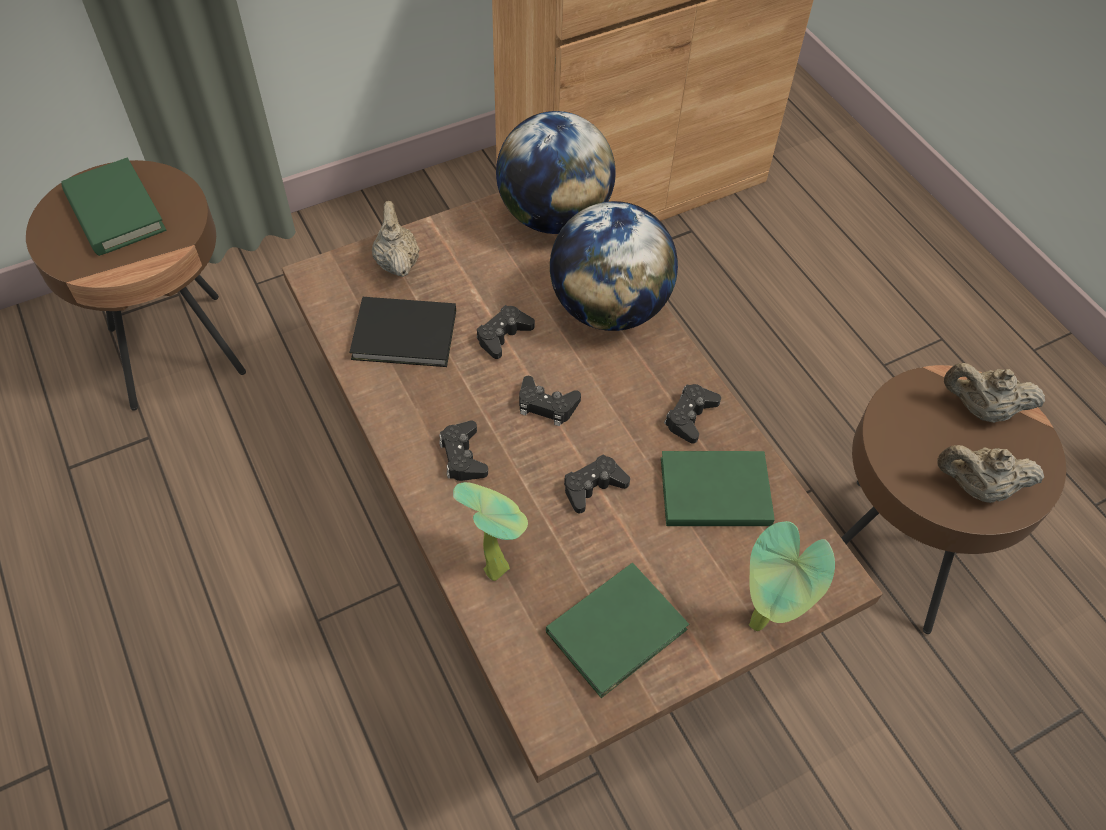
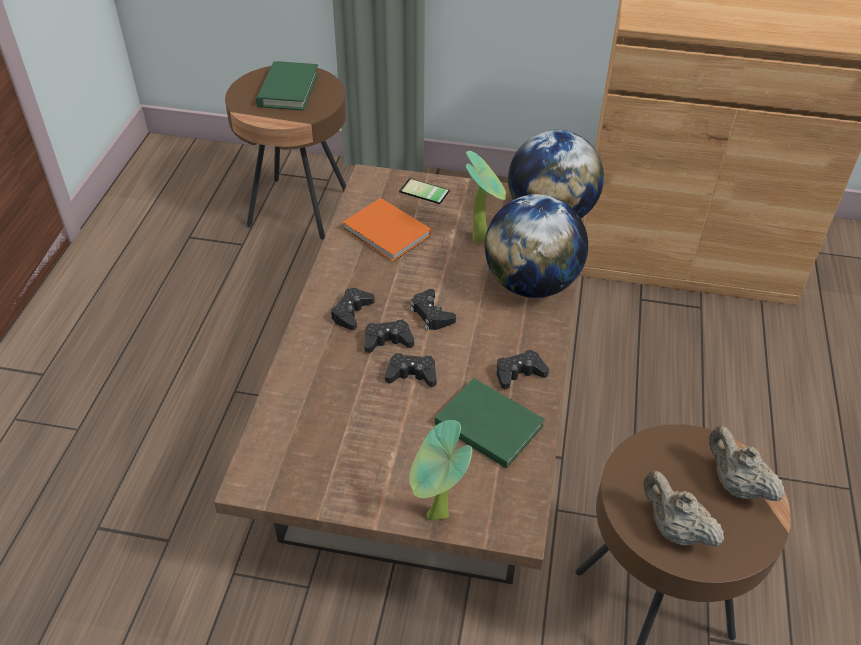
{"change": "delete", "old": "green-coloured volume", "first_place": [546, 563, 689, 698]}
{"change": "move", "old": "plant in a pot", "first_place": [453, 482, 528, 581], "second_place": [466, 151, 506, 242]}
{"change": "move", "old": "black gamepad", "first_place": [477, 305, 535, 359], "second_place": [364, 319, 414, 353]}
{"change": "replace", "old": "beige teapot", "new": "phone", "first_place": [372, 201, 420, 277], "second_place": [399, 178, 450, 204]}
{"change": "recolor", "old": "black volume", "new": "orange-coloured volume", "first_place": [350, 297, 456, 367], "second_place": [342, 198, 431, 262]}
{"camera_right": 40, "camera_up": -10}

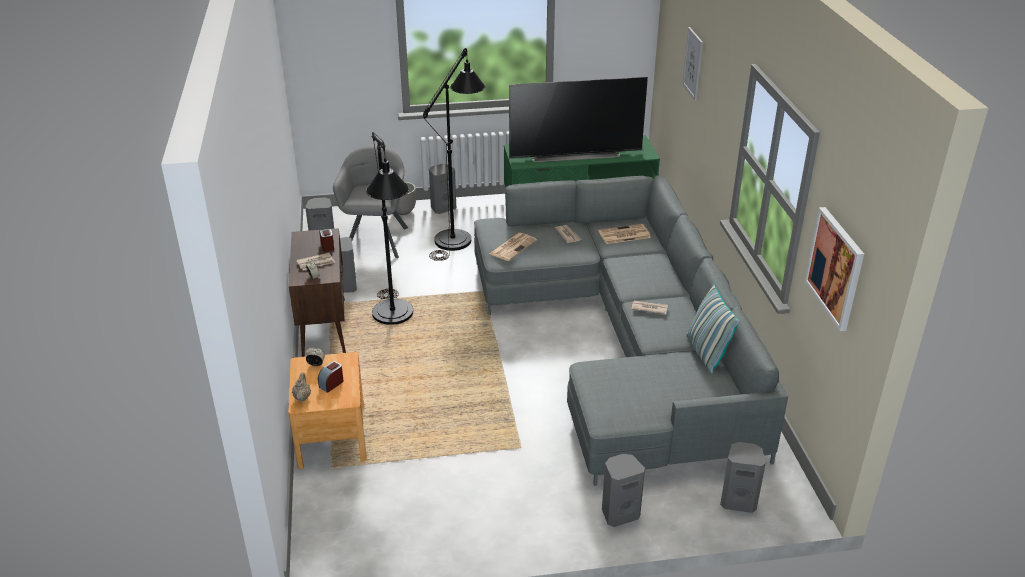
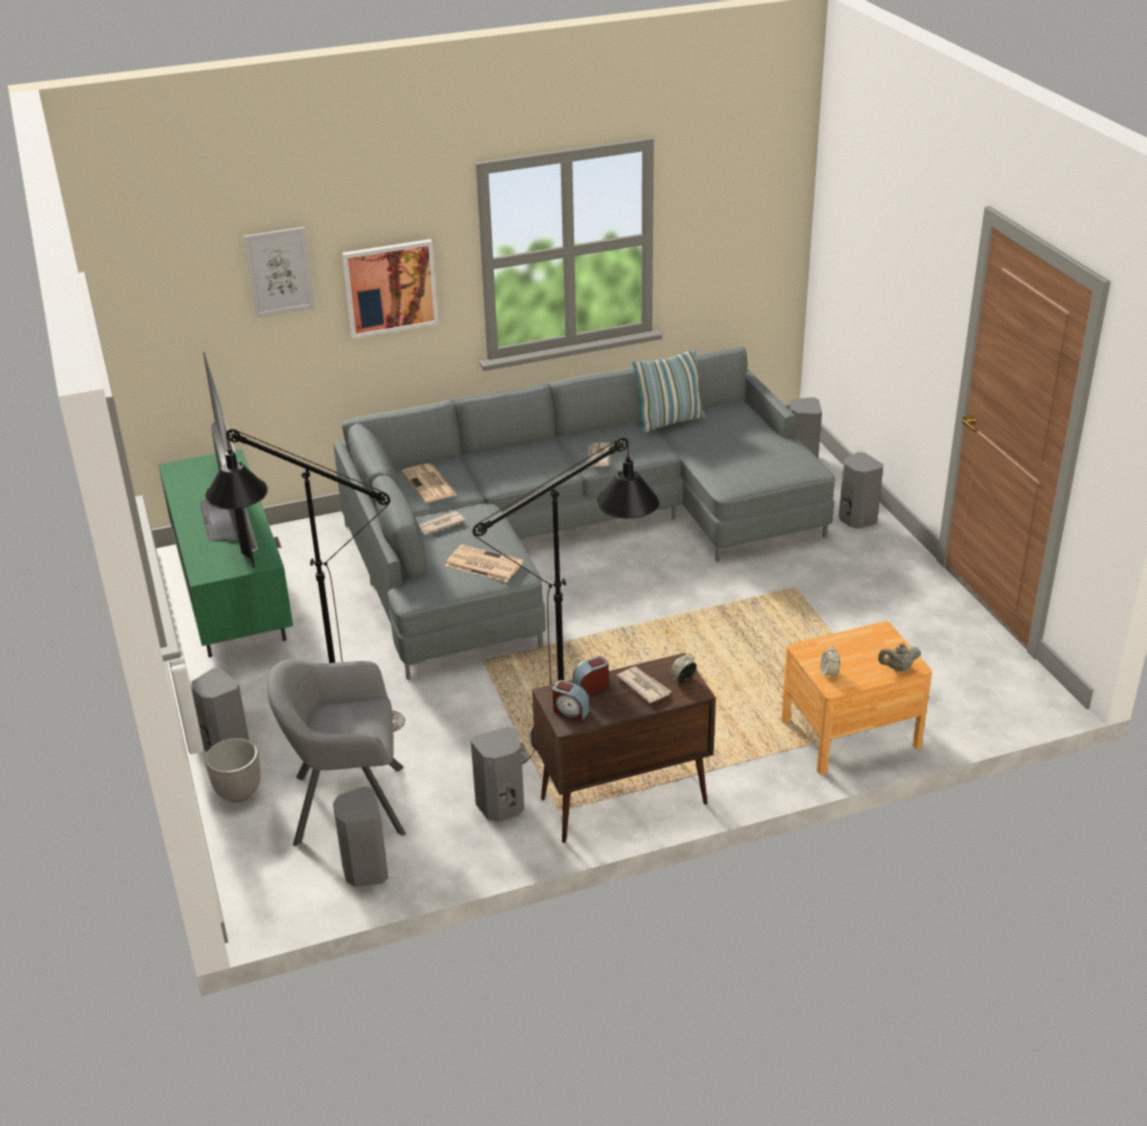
{"change": "move", "old": "bedside clock", "first_place": [318, 361, 344, 393], "second_place": [552, 680, 590, 721]}
{"change": "move", "old": "wall picture", "first_place": [805, 207, 864, 331], "second_place": [342, 239, 439, 339]}
{"camera_right": -100, "camera_up": 0}

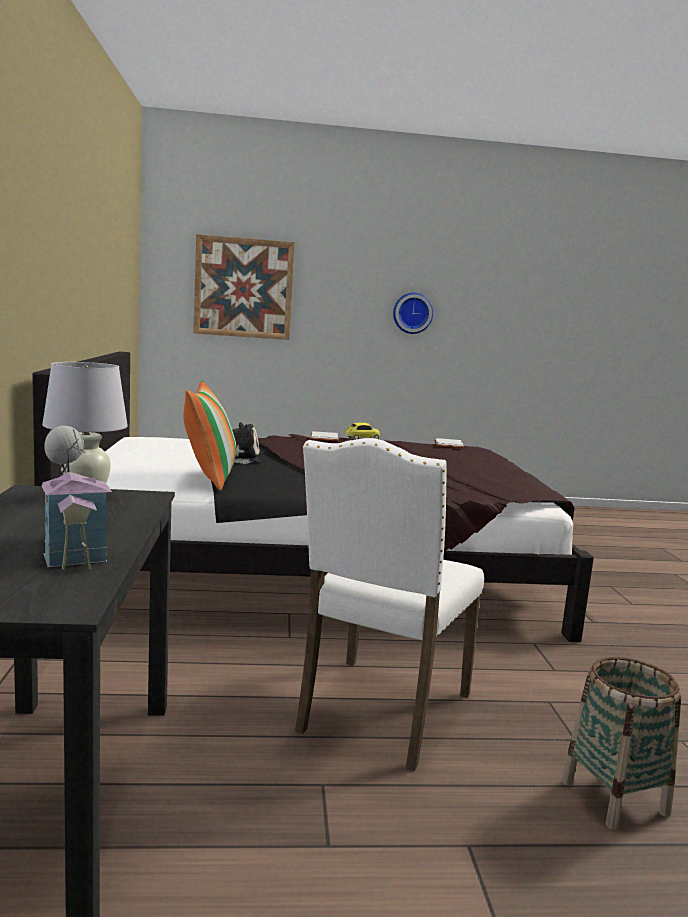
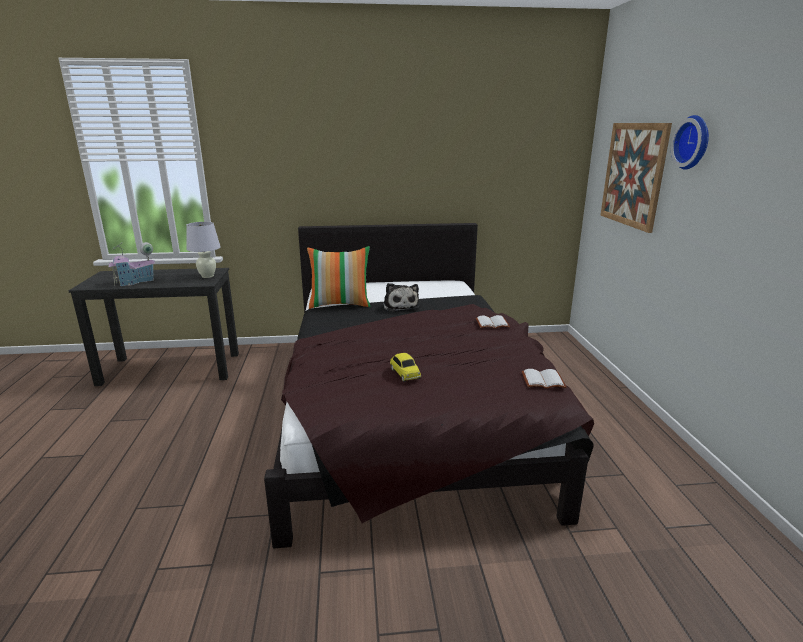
{"change": "delete", "old": "white chair", "first_place": [295, 438, 484, 771]}
{"change": "delete", "old": "basket", "first_place": [562, 657, 681, 830]}
{"change": "move", "old": "miniature car", "first_place": [344, 423, 380, 440], "second_place": [390, 353, 421, 382]}
{"change": "move", "old": "hanging clock", "first_place": [393, 293, 433, 334], "second_place": [671, 115, 709, 169]}
{"camera_right": 90, "camera_up": 10}

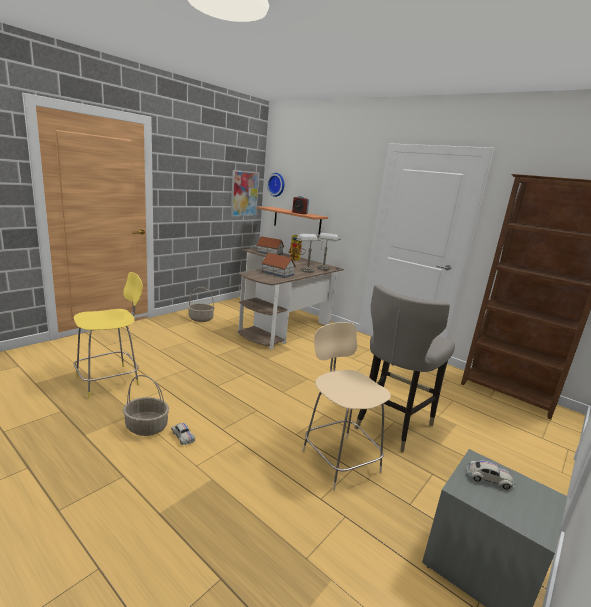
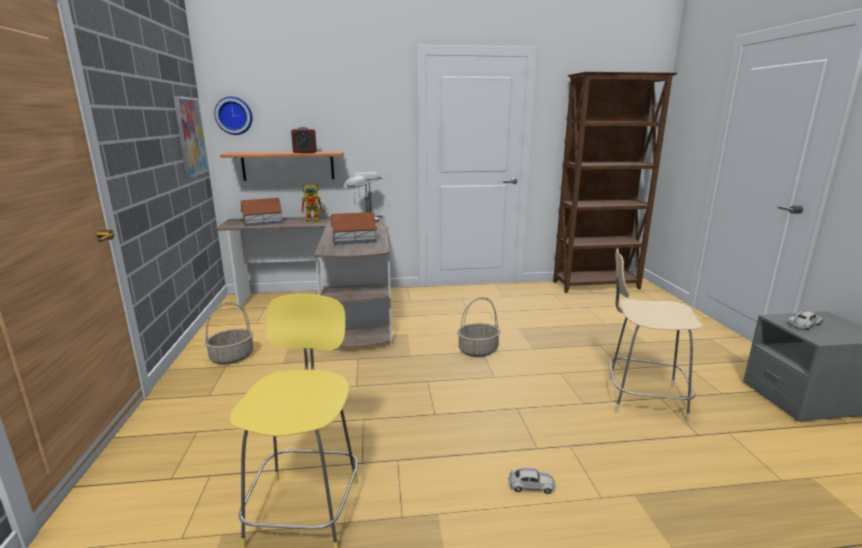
{"change": "delete", "old": "gray stool seat", "first_place": [354, 285, 455, 452]}
{"change": "move", "old": "basket", "first_place": [123, 375, 169, 436], "second_place": [457, 297, 500, 357]}
{"camera_right": -45, "camera_up": 0}

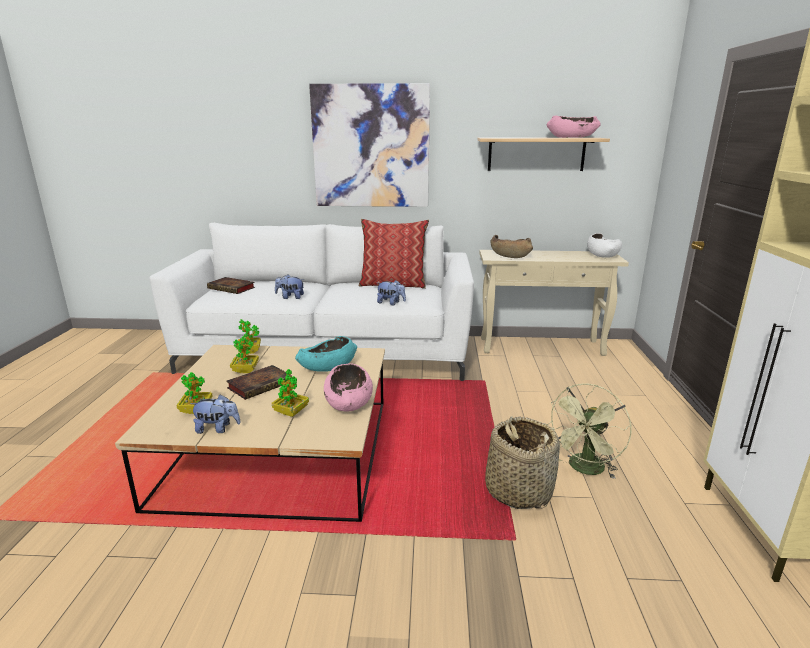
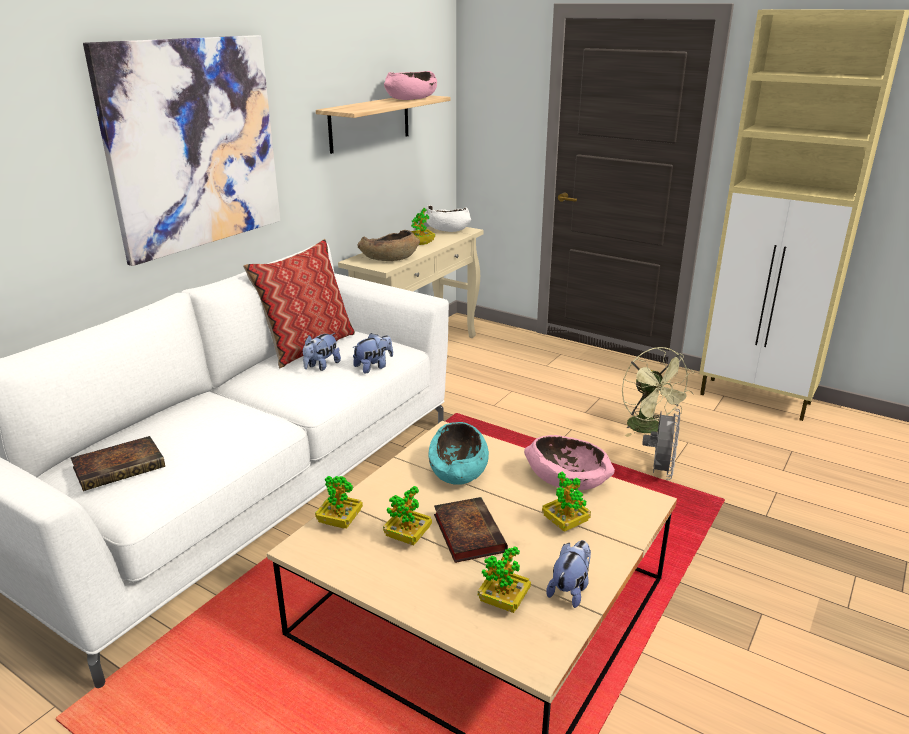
{"change": "insert", "new": "plant in a pot", "second_place": [411, 208, 435, 245]}
{"change": "move", "old": "cuddly toy", "first_place": [275, 274, 304, 299], "second_place": [303, 333, 341, 371]}
{"change": "replace", "old": "basket", "new": "gray cooling fan", "first_place": [485, 416, 560, 509], "second_place": [642, 408, 680, 480]}
{"camera_right": -60, "camera_up": 5}

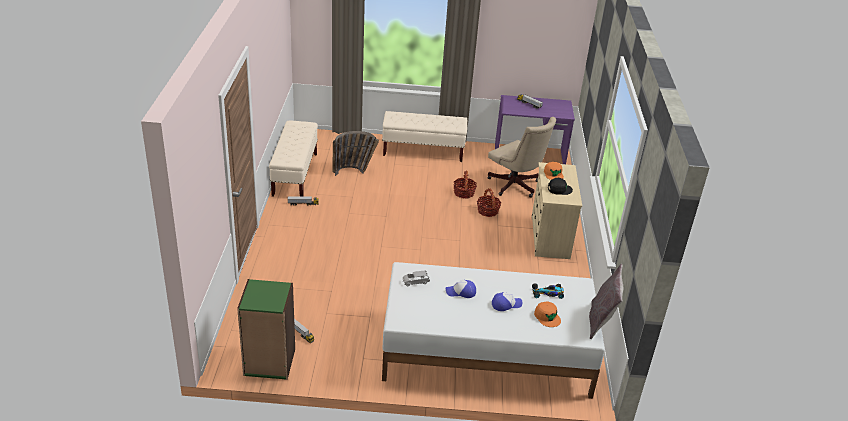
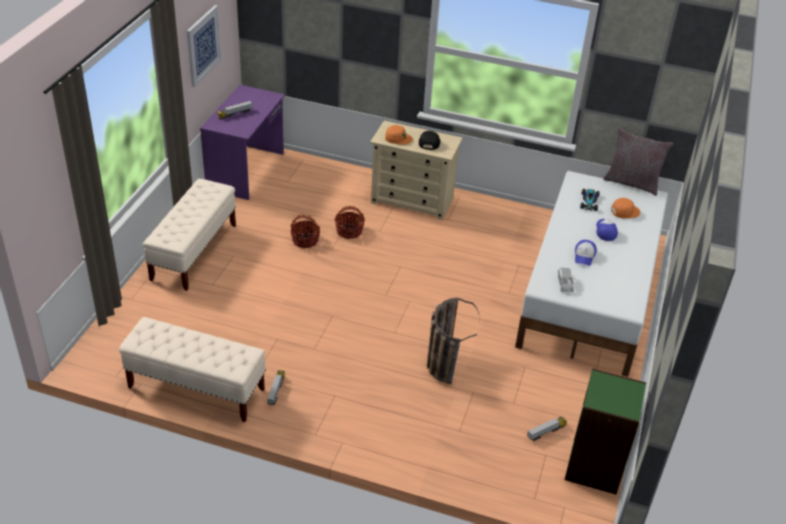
{"change": "delete", "old": "beige desk chair", "first_place": [488, 117, 556, 198]}
{"change": "insert", "new": "wall picture", "second_place": [187, 5, 221, 87]}
{"change": "move", "old": "basket", "first_place": [332, 131, 379, 176], "second_place": [427, 298, 479, 384]}
{"camera_right": -75, "camera_up": 5}

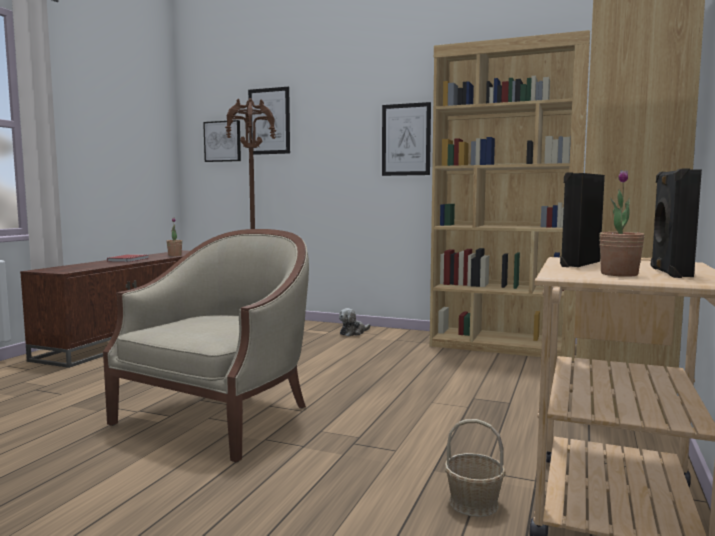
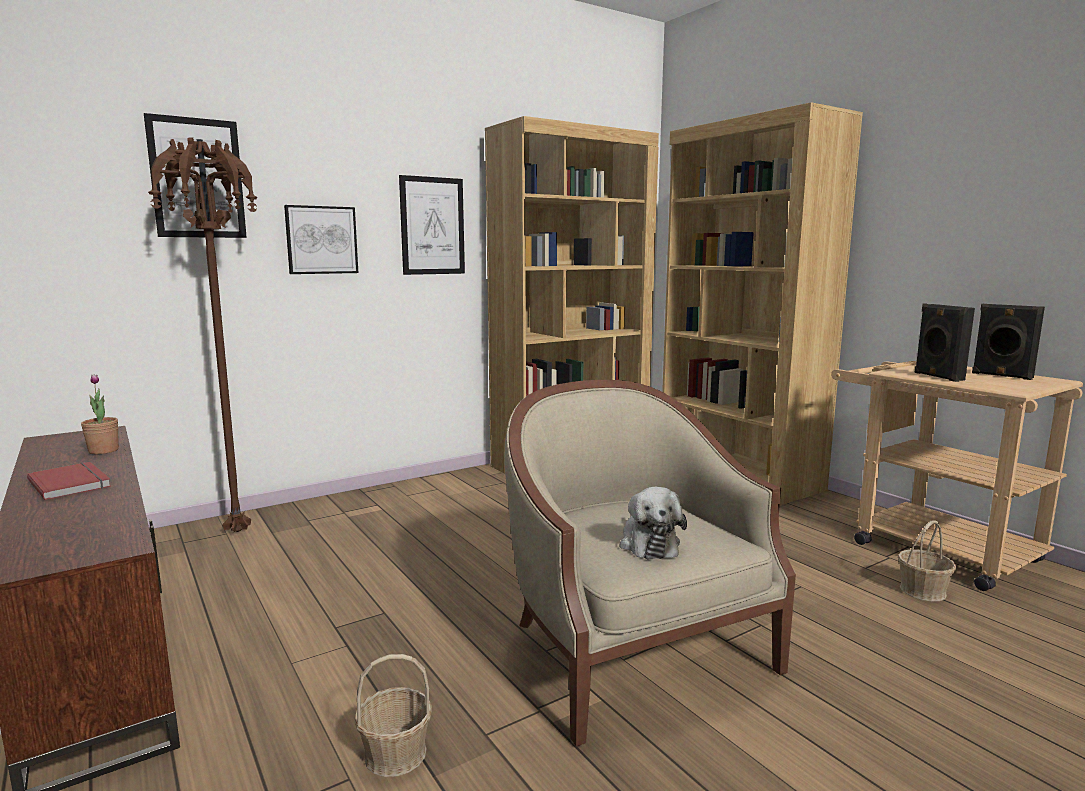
{"change": "delete", "old": "plant in a pot", "first_place": [599, 170, 644, 277]}
{"change": "insert", "new": "basket", "second_place": [354, 654, 432, 777]}
{"change": "move", "old": "wall picture", "first_place": [203, 120, 241, 162], "second_place": [284, 205, 358, 274]}
{"change": "move", "old": "cuddly toy", "first_place": [339, 308, 370, 336], "second_place": [619, 487, 687, 559]}
{"camera_right": -55, "camera_up": 5}

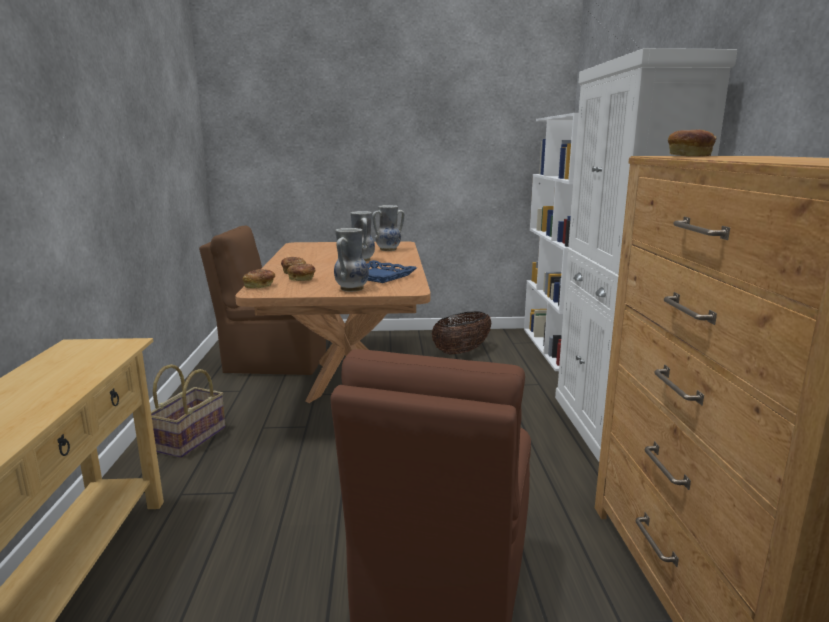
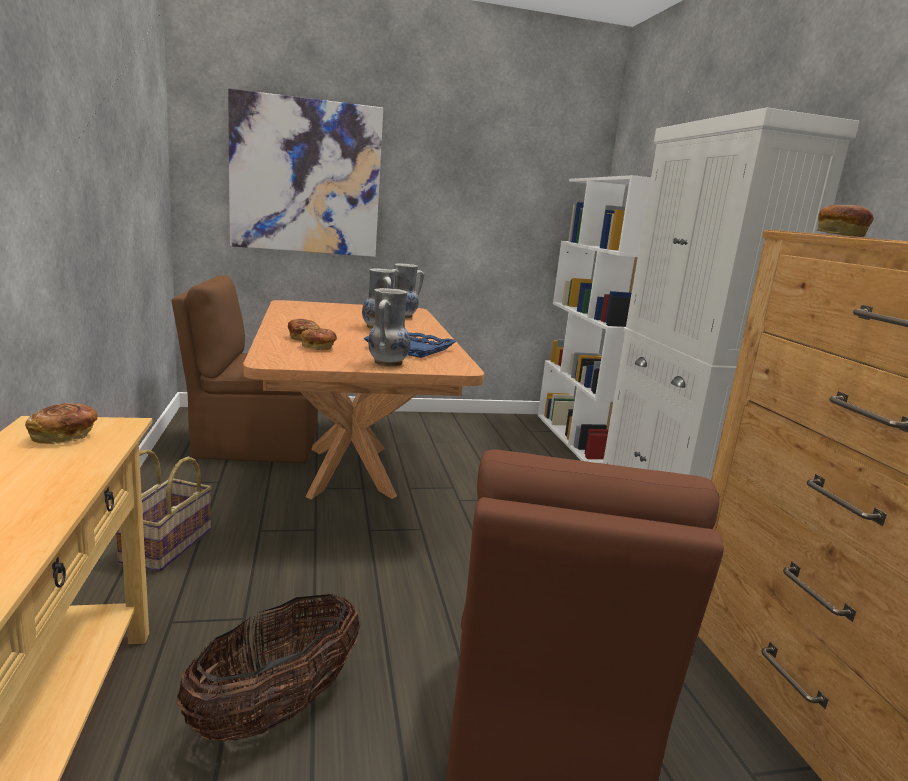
{"change": "insert", "new": "wall picture", "second_place": [228, 88, 383, 257]}
{"change": "move", "old": "bakery bread", "first_place": [243, 269, 275, 289], "second_place": [25, 403, 98, 444]}
{"change": "move", "old": "basket", "first_place": [432, 311, 492, 355], "second_place": [177, 594, 360, 741]}
{"camera_right": -10, "camera_up": 0}

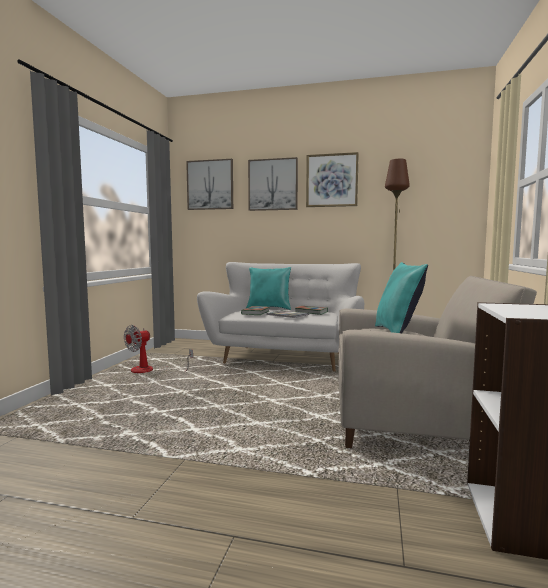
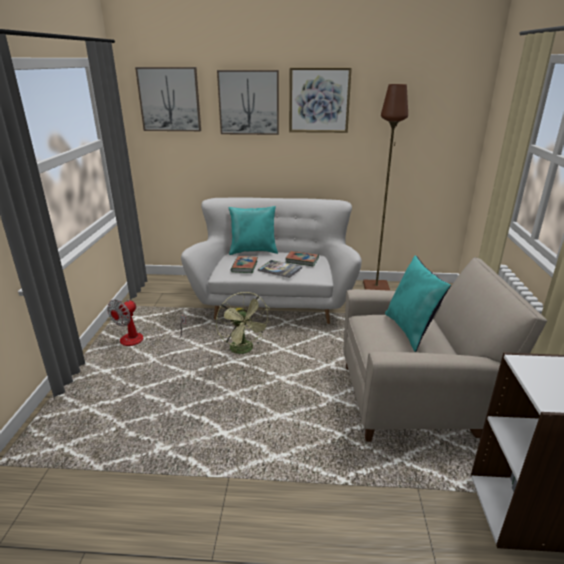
{"change": "insert", "new": "green-coloured cooling fan", "second_place": [216, 292, 271, 354]}
{"camera_right": -10, "camera_up": 20}

